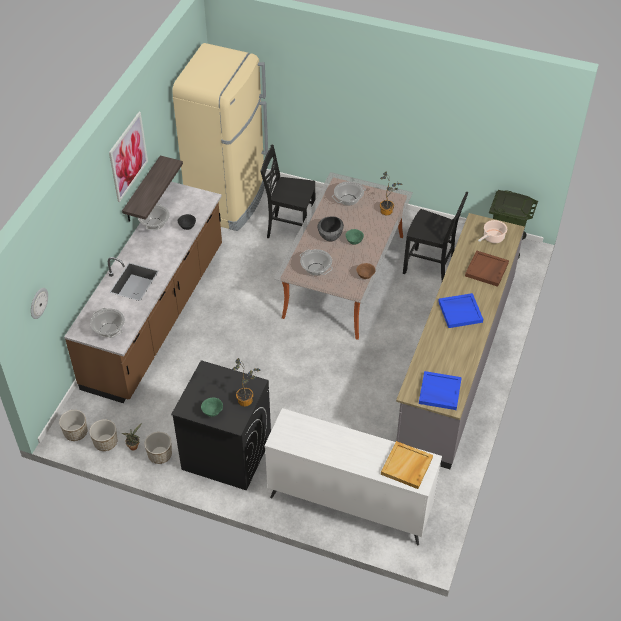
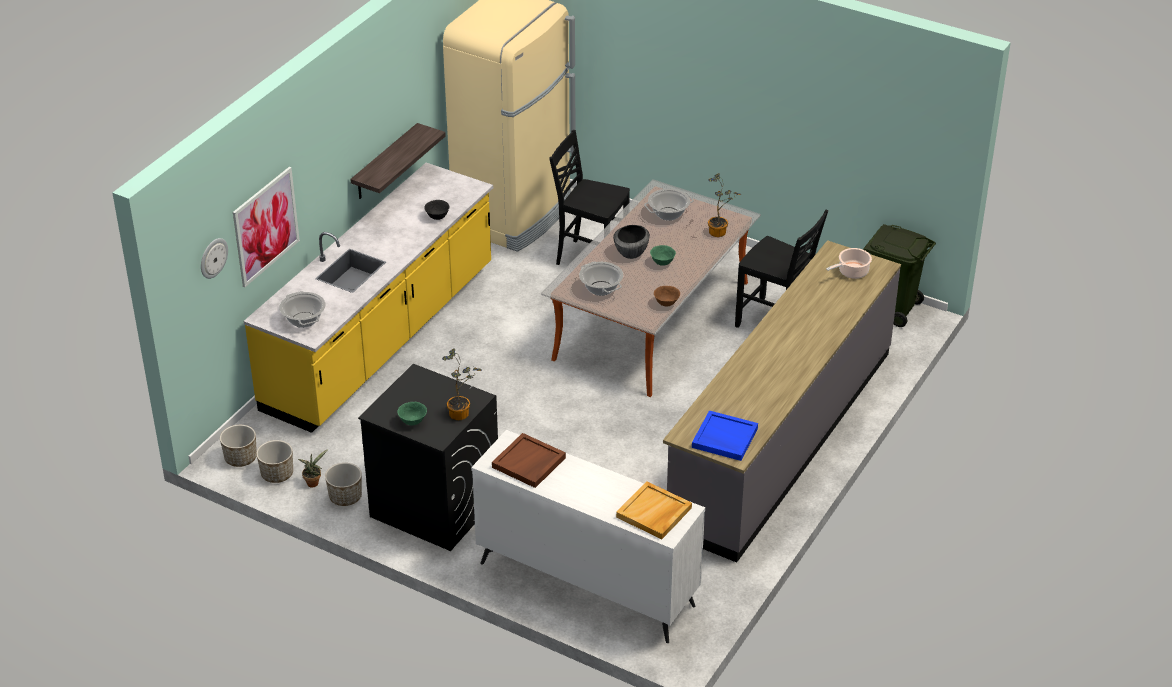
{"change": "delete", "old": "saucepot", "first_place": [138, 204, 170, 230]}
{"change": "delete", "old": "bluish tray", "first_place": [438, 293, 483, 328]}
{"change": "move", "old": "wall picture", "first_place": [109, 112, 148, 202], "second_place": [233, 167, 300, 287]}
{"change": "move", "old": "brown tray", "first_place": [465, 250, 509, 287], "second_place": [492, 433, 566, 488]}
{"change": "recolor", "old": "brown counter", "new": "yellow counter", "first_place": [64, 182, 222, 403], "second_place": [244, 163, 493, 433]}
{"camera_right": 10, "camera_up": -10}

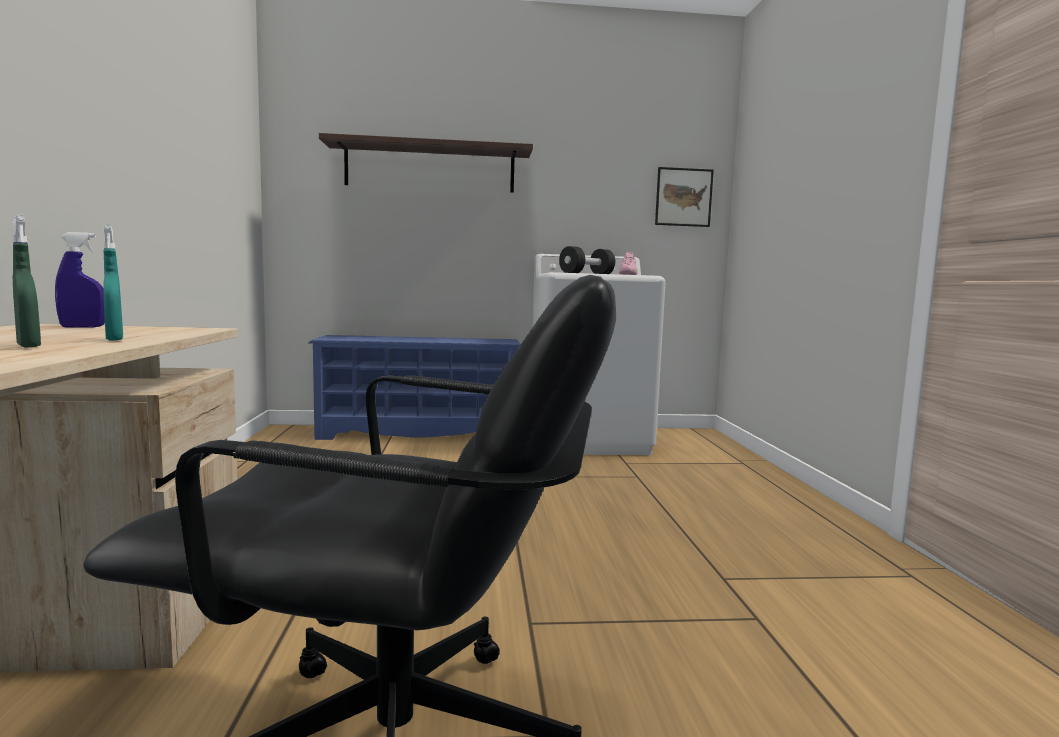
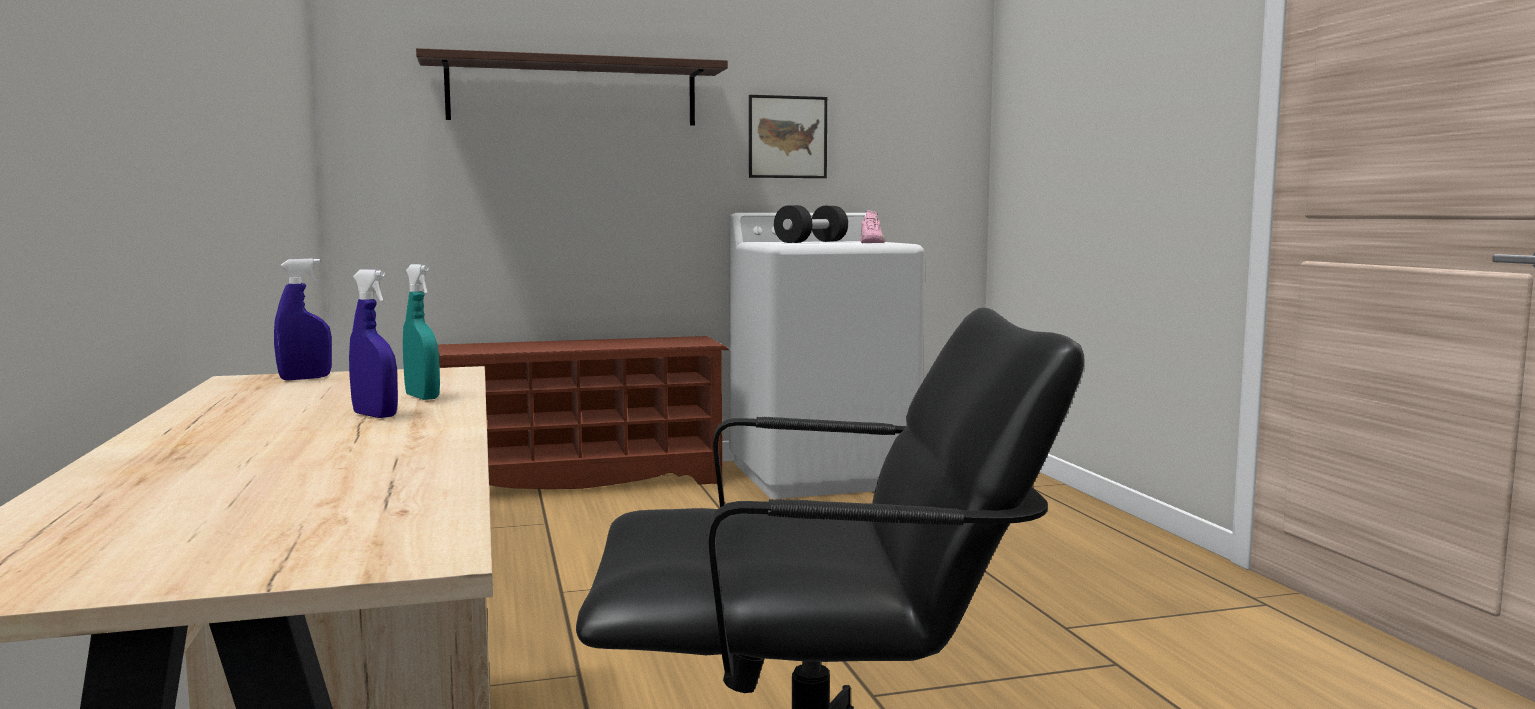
{"change": "move", "old": "wall picture", "first_place": [655, 167, 714, 227], "second_place": [749, 95, 827, 178]}
{"change": "recolor", "old": "green-coloured sprayer", "new": "bluish sprayer", "first_place": [12, 214, 41, 348], "second_place": [349, 269, 398, 418]}
{"change": "recolor", "old": "bluish shoe shelf", "new": "brown shoe shelf", "first_place": [308, 335, 521, 440], "second_place": [438, 336, 729, 489]}
{"camera_right": -10, "camera_up": 0}

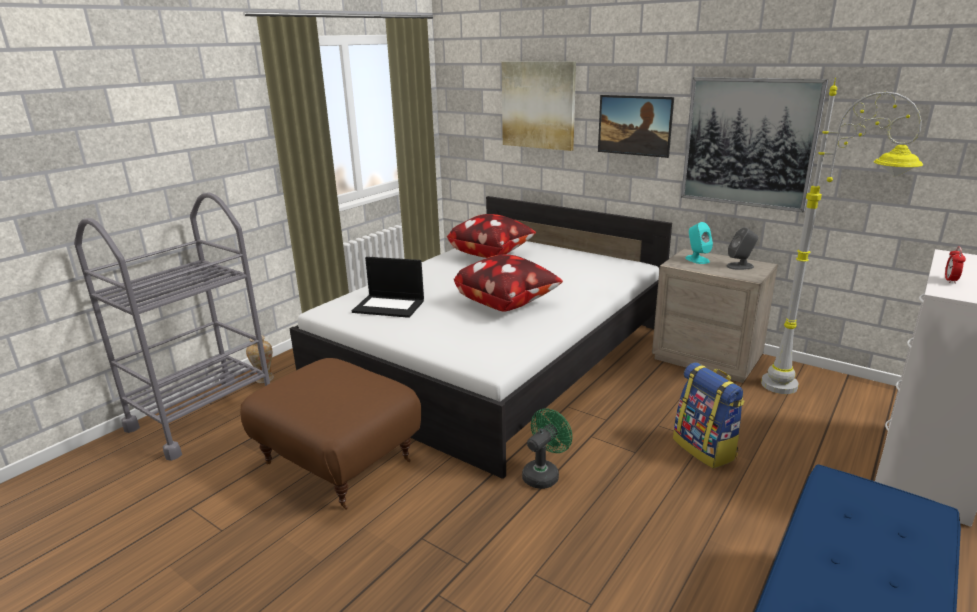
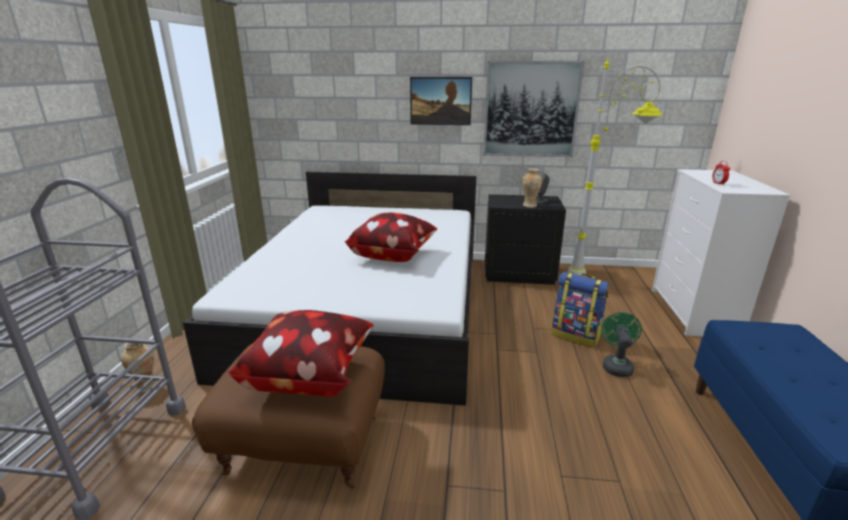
{"change": "delete", "old": "portable computer", "first_place": [352, 257, 424, 318]}
{"change": "delete", "old": "wall picture", "first_place": [502, 61, 576, 151]}
{"change": "delete", "old": "turquoise-coloured speaker", "first_place": [685, 222, 713, 264]}
{"change": "insert", "new": "flower vase", "second_place": [522, 168, 543, 208]}
{"change": "move", "old": "pillow", "first_place": [446, 214, 536, 258], "second_place": [227, 310, 374, 396]}
{"change": "move", "old": "green-coloured cooling fan", "first_place": [522, 408, 572, 489], "second_place": [601, 312, 642, 377]}
{"change": "recolor", "old": "beige bedside table", "new": "black bedside table", "first_place": [652, 249, 778, 383], "second_place": [485, 194, 566, 285]}
{"camera_right": -30, "camera_up": 0}

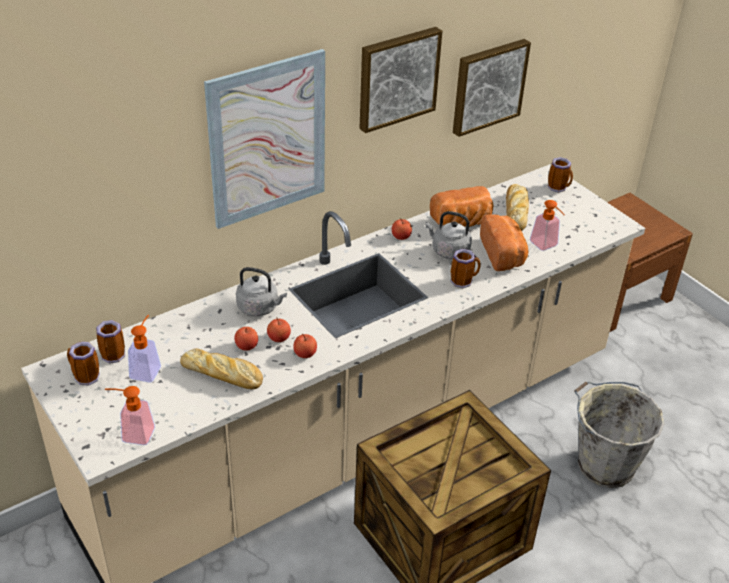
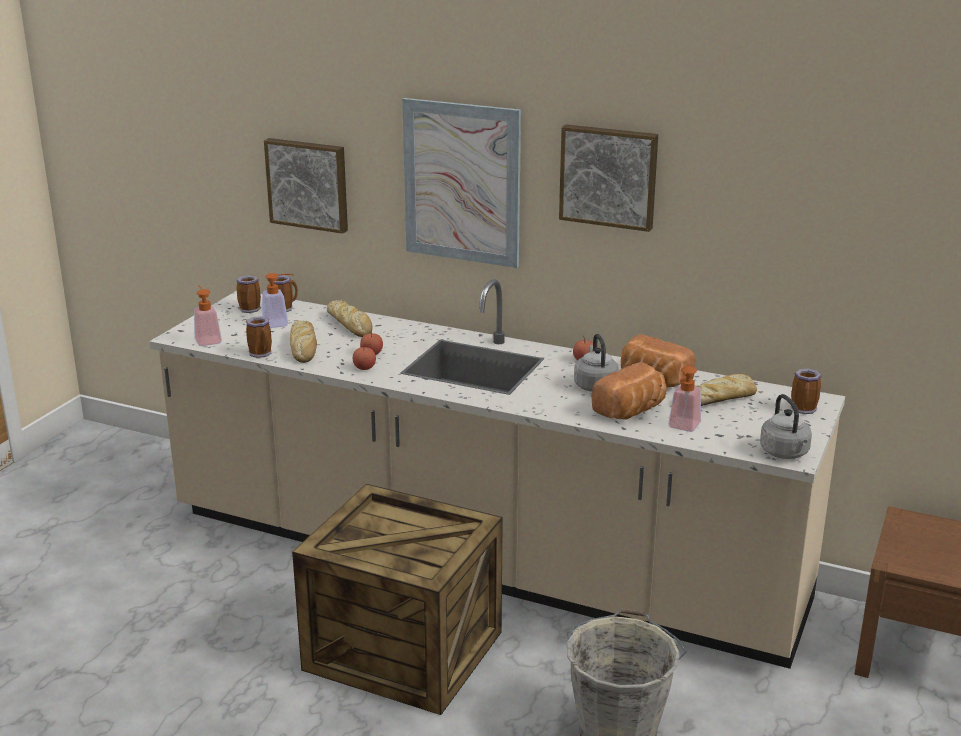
{"change": "delete", "old": "apple", "first_place": [234, 327, 258, 351]}
{"change": "insert", "new": "bakery bread", "second_place": [327, 300, 372, 337]}
{"change": "move", "old": "gray water kettle", "first_place": [236, 267, 287, 316], "second_place": [760, 394, 812, 459]}
{"change": "move", "old": "coffee mug", "first_place": [450, 249, 480, 288], "second_place": [246, 316, 272, 358]}
{"change": "move", "old": "wall picture", "first_place": [453, 39, 531, 137], "second_place": [264, 138, 348, 234]}
{"camera_right": 60, "camera_up": -15}

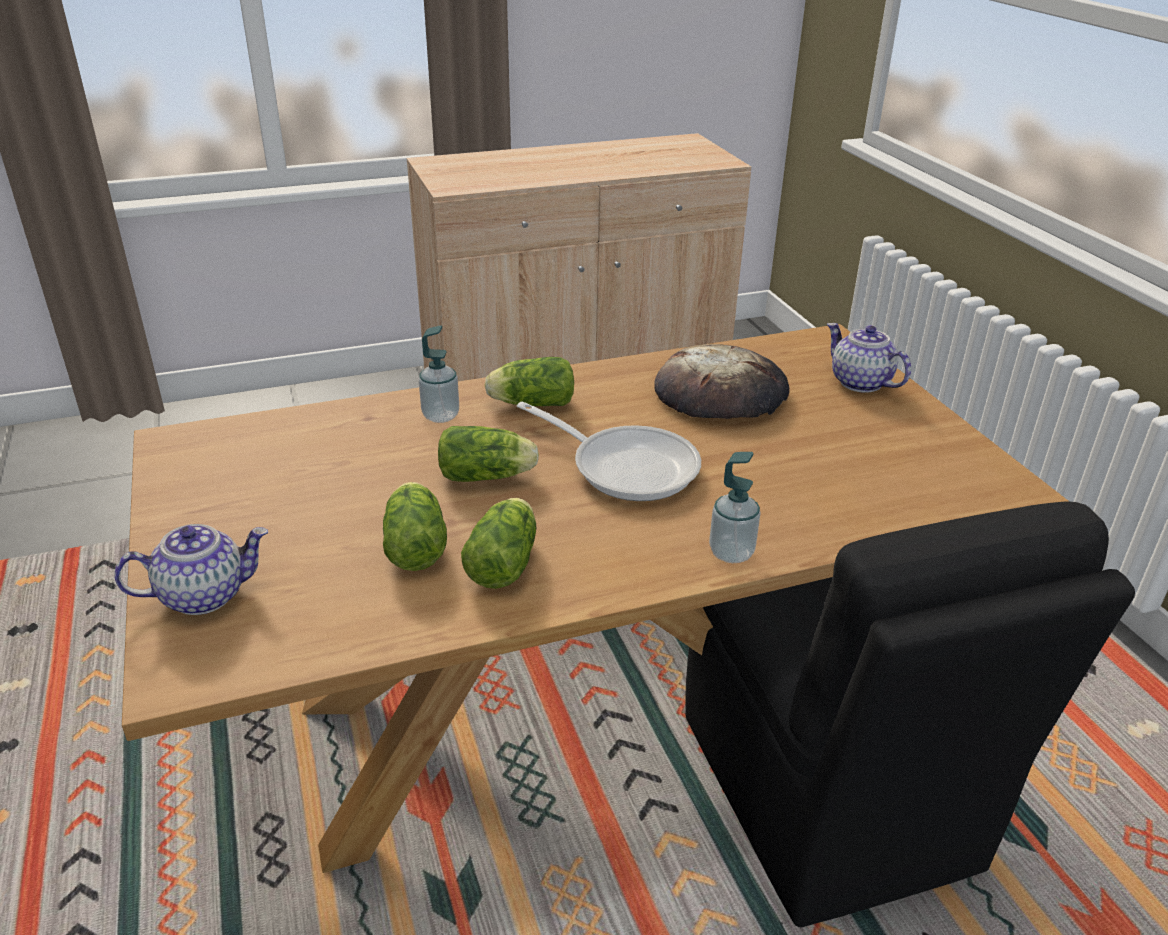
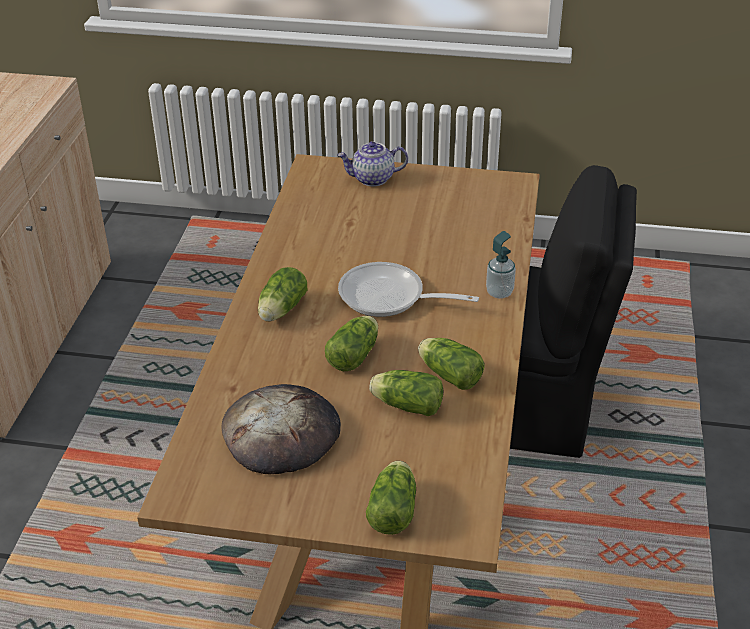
{"change": "delete", "old": "soap bottle", "first_place": [419, 325, 459, 423]}
{"change": "move", "old": "bakery bread", "first_place": [654, 344, 789, 419], "second_place": [222, 384, 341, 475]}
{"change": "replace", "old": "teapot", "new": "head of lettuce", "first_place": [114, 524, 268, 615], "second_place": [366, 461, 416, 535]}
{"change": "rotate", "old": "frying pan", "first_place": [517, 401, 701, 501], "second_place": [338, 262, 479, 317], "degrees": -135}
{"camera_right": -60, "camera_up": 5}

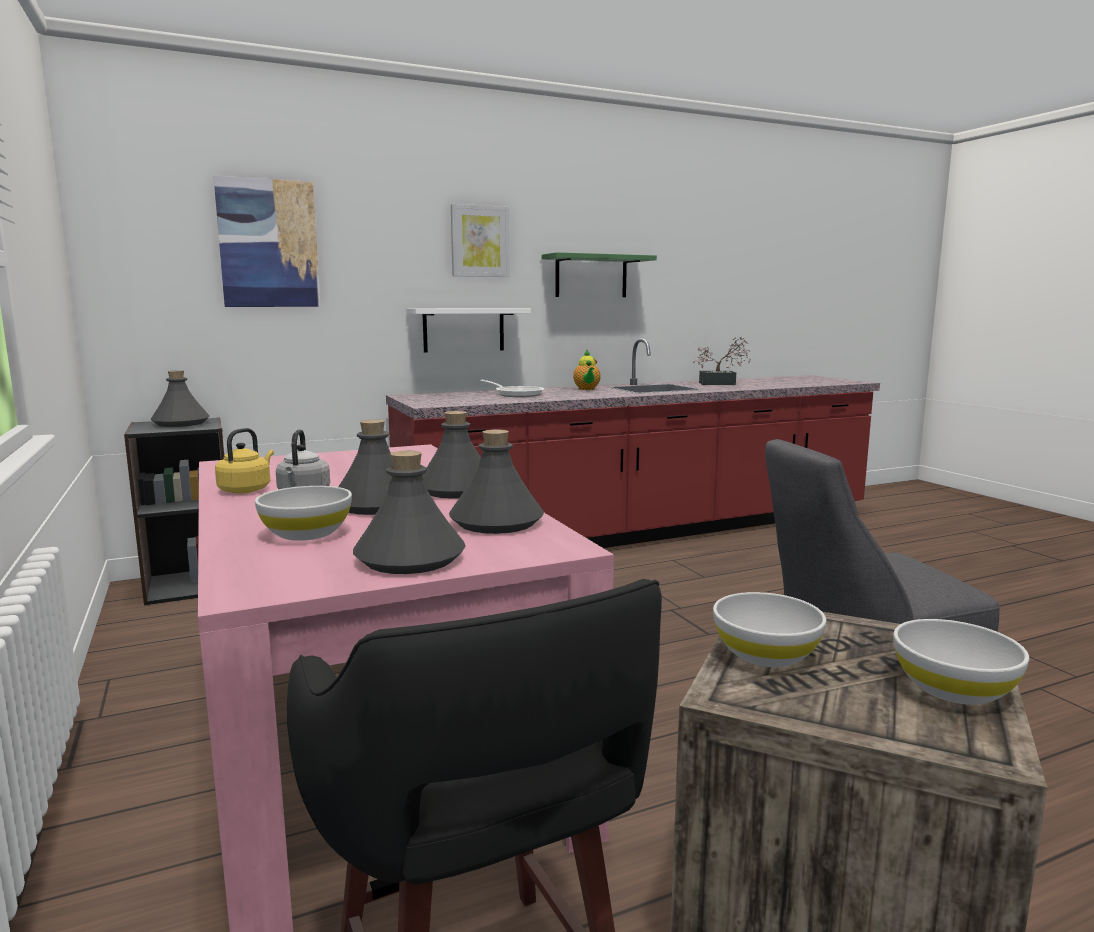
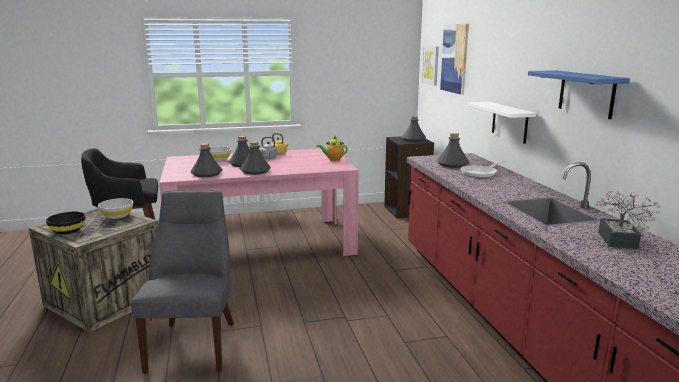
{"change": "move", "old": "gray beverage bottle", "first_place": [353, 450, 466, 574], "second_place": [436, 133, 469, 168]}
{"change": "move", "old": "wall picture", "first_place": [451, 204, 510, 277], "second_place": [422, 46, 439, 86]}
{"change": "move", "old": "teapot", "first_place": [573, 350, 601, 390], "second_place": [317, 135, 348, 161]}
{"change": "recolor", "old": "green-coloured wall shelf", "new": "bluish wall shelf", "first_place": [542, 252, 657, 297], "second_place": [528, 70, 630, 119]}
{"change": "recolor", "old": "white bowl", "new": "black bowl", "first_place": [893, 619, 1029, 705], "second_place": [46, 212, 85, 235]}
{"camera_right": 100, "camera_up": 5}

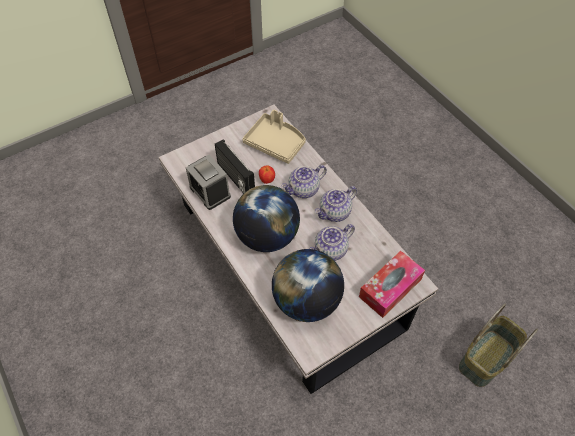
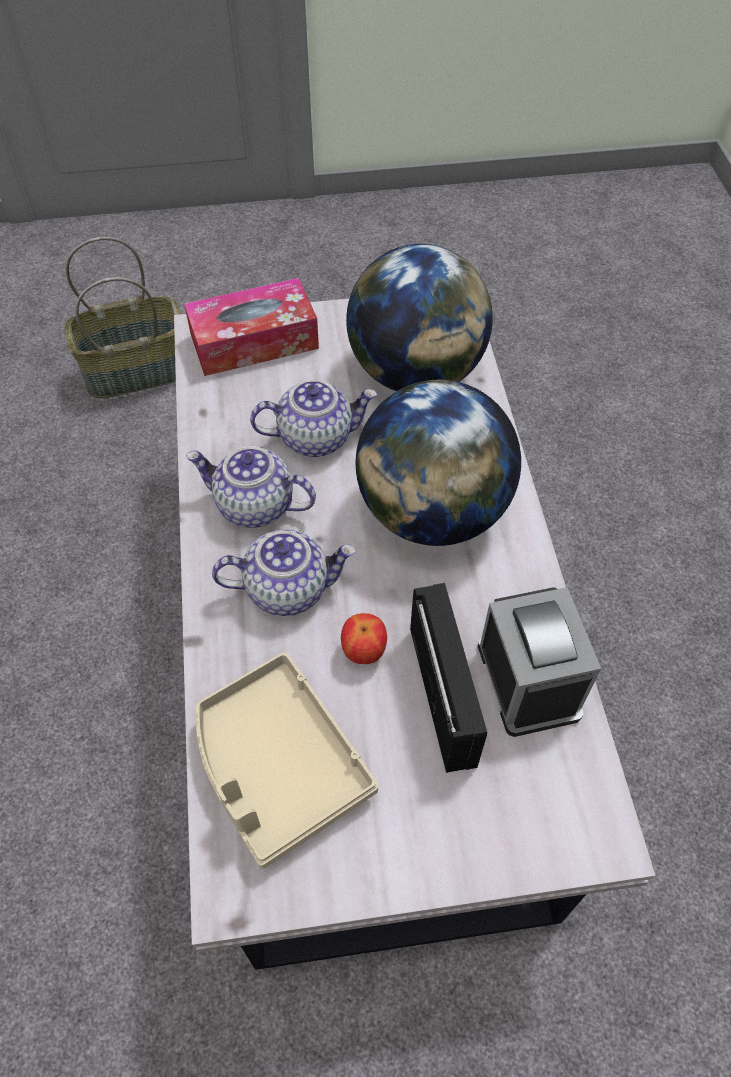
{"change": "rotate", "old": "teapot", "first_place": [315, 186, 357, 222], "second_place": [186, 446, 316, 528], "degrees": -150}
{"camera_right": -155, "camera_up": 0}

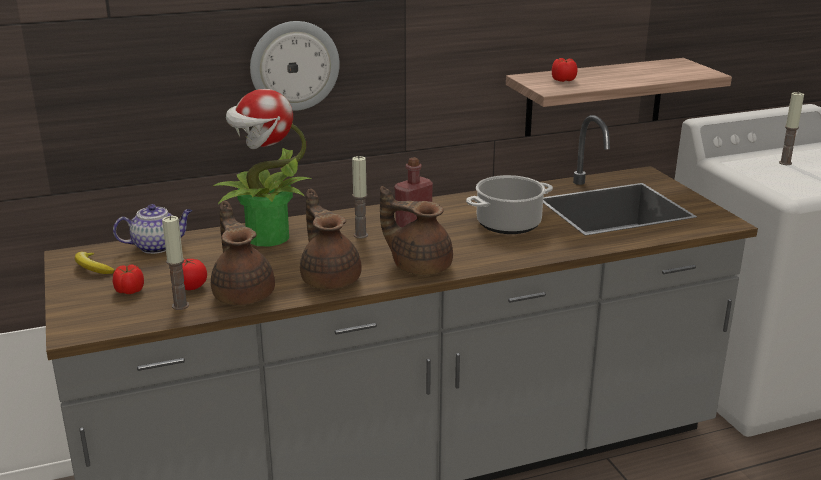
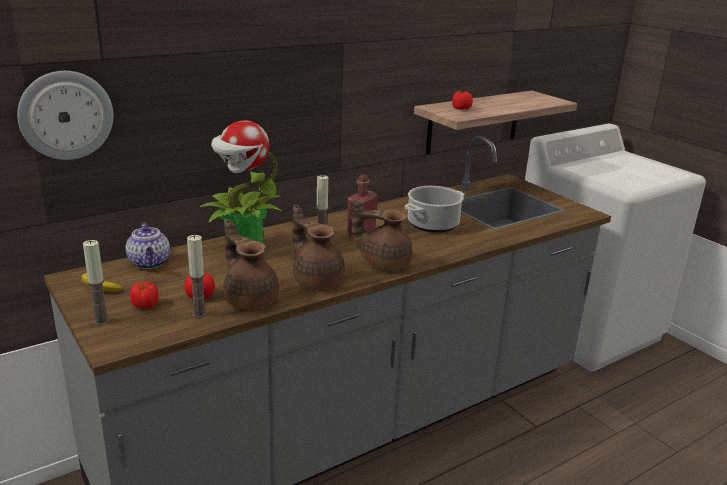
{"change": "move", "old": "hanging clock", "first_place": [250, 21, 340, 111], "second_place": [17, 71, 114, 160]}
{"change": "move", "old": "wax candle", "first_place": [779, 92, 804, 165], "second_place": [83, 240, 109, 326]}
{"change": "rotate", "old": "teapot", "first_place": [113, 204, 192, 254], "second_place": [126, 223, 170, 269], "degrees": 105}
{"camera_right": -15, "camera_up": 0}

